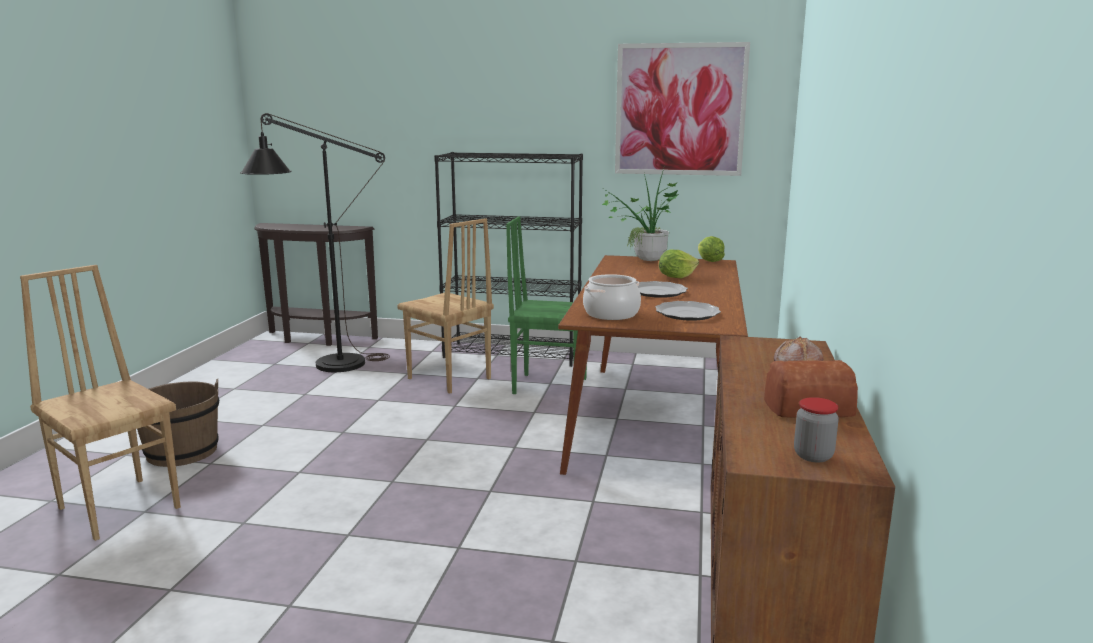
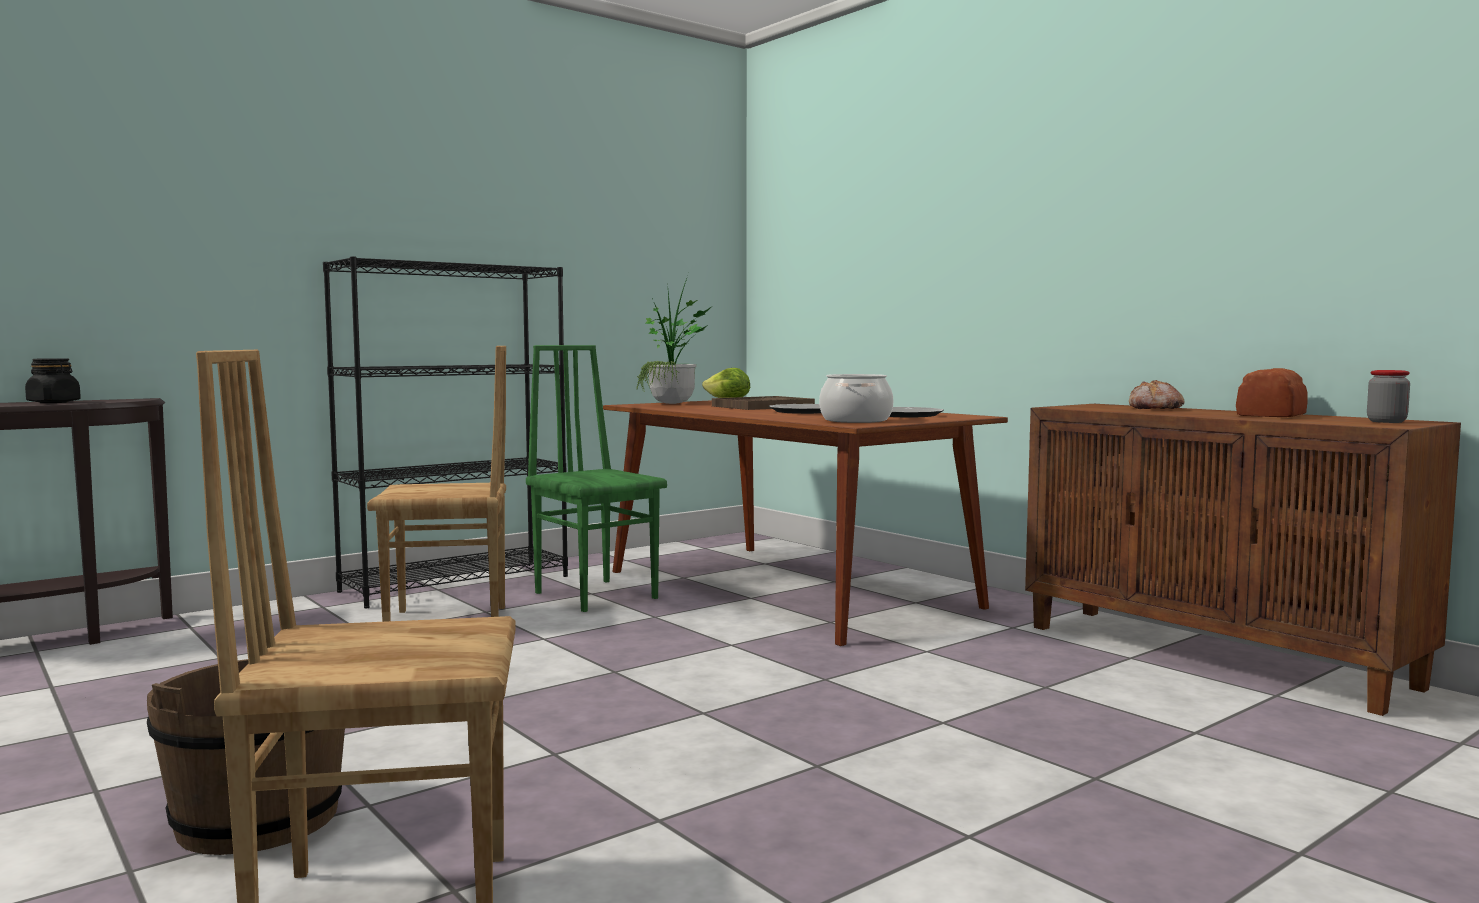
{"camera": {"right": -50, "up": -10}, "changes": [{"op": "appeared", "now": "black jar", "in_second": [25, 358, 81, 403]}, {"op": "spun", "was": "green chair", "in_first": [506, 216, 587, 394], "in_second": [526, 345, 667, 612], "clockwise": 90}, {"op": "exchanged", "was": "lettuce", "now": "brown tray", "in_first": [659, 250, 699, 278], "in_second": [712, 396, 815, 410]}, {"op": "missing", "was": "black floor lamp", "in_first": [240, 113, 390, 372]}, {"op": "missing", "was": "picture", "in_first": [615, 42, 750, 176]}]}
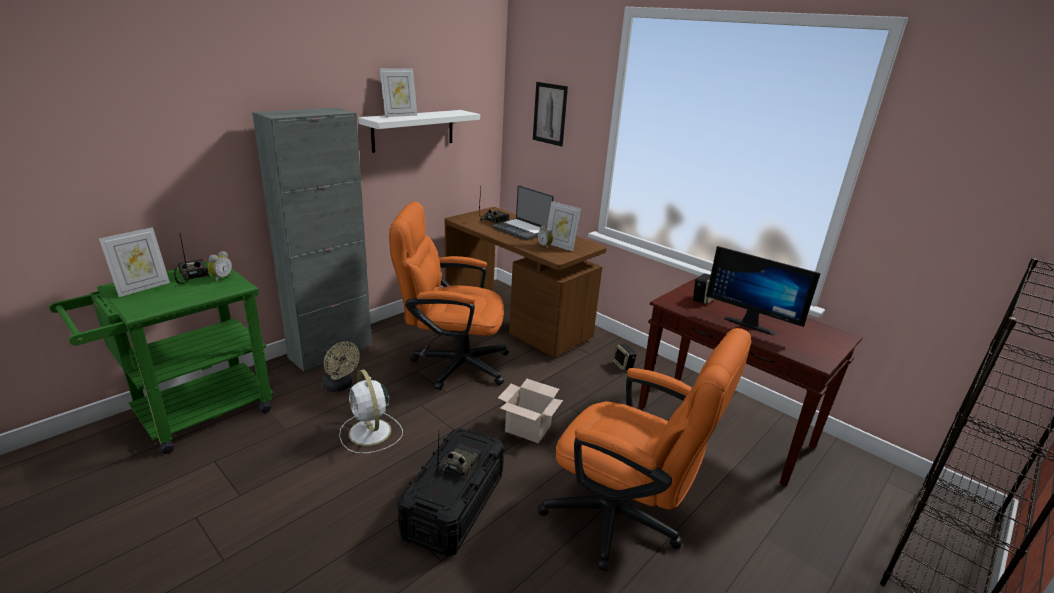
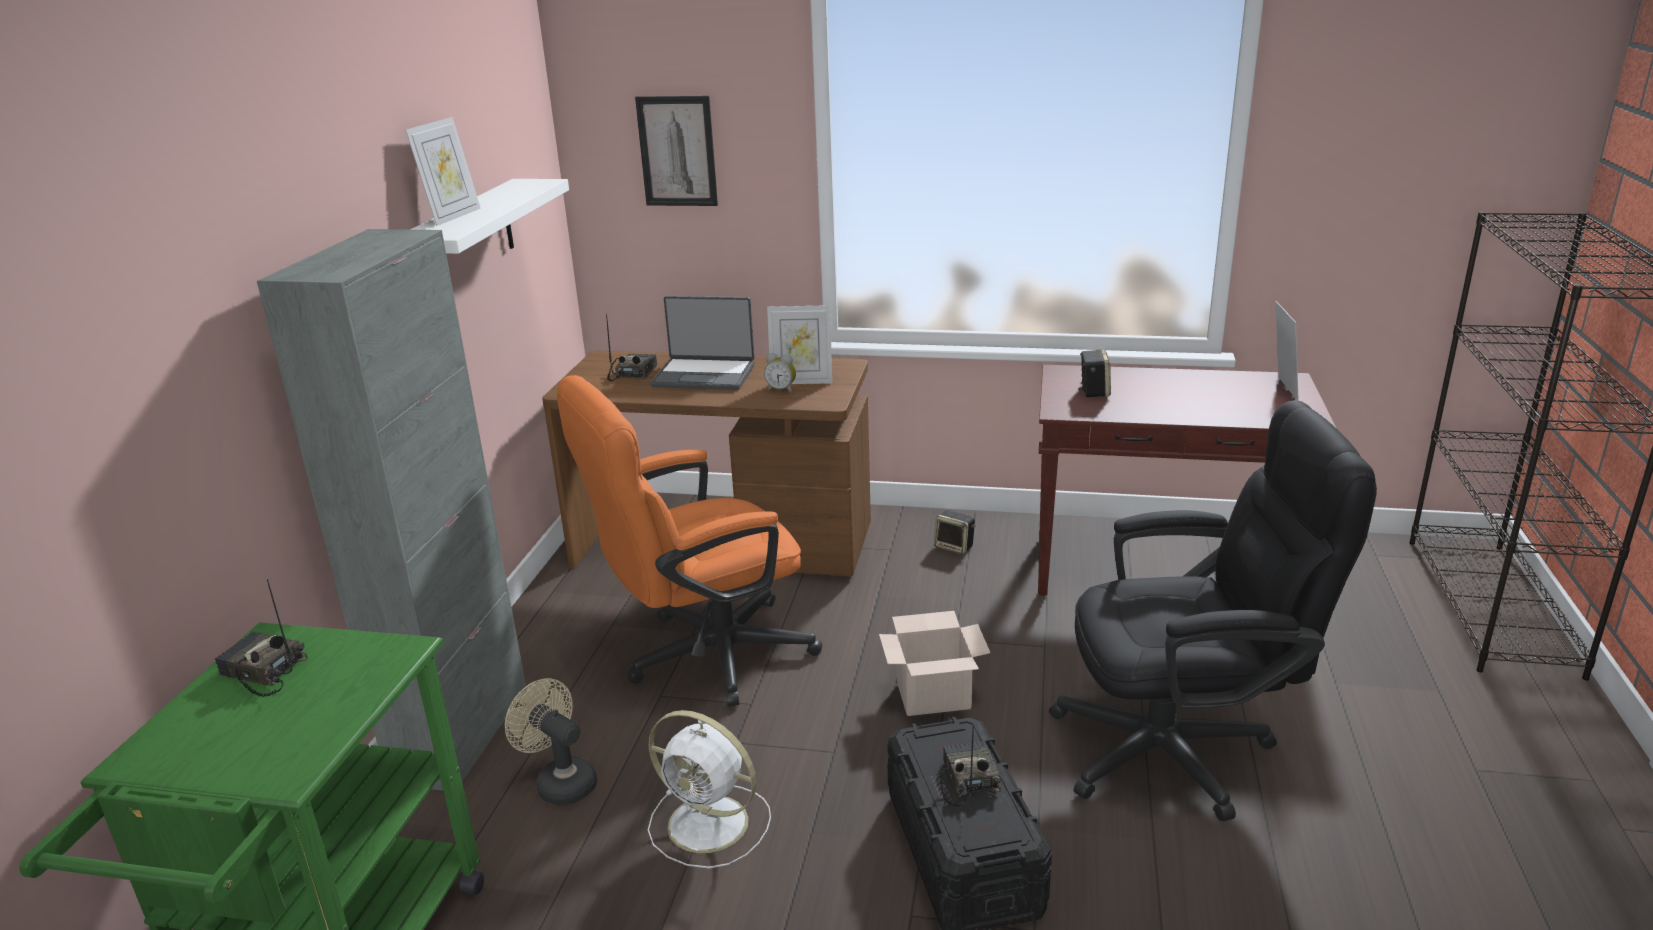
{"camera": {"right": -30, "up": 0}, "changes": [{"op": "spun", "was": "beige fan", "in_first": [322, 341, 360, 392], "in_second": [505, 678, 597, 806], "clockwise": -150}, {"op": "colour", "was": "orange office chair", "now": "black office chair", "in_first": [538, 328, 751, 572], "in_second": [1049, 400, 1377, 821]}, {"op": "relocated", "was": "picture frame", "in_first": [99, 227, 170, 297], "in_second": [1276, 301, 1299, 401]}, {"op": "missing", "was": "alarm clock", "in_first": [208, 251, 232, 282]}, {"op": "missing", "was": "monitor", "in_first": [706, 246, 821, 336]}]}
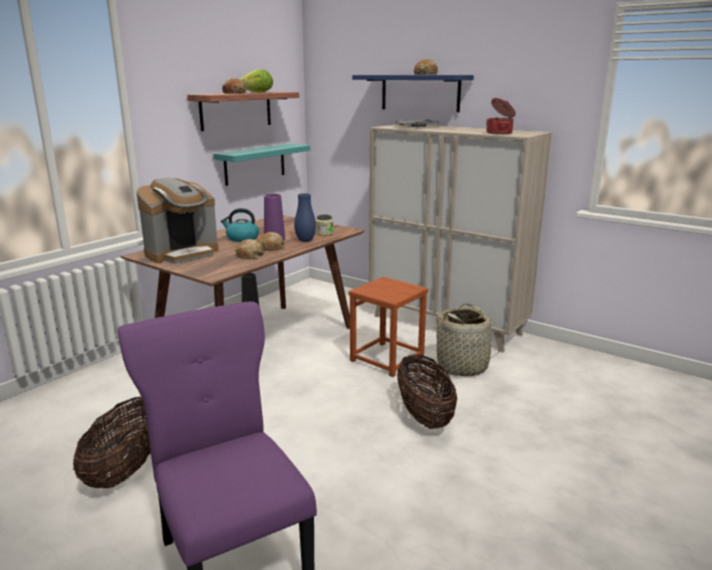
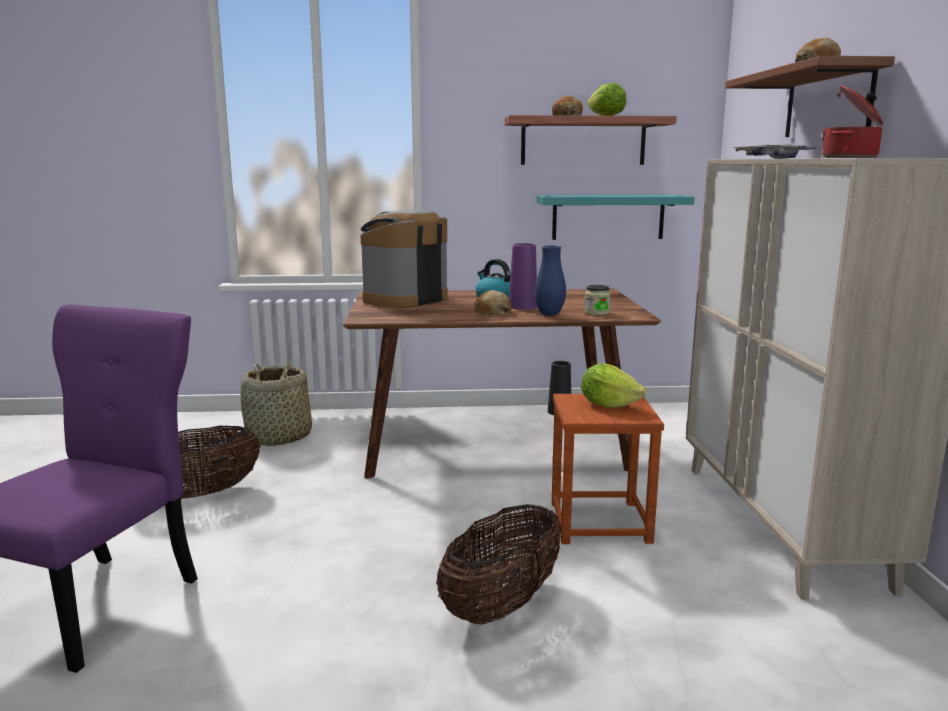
{"camera": {"right": 50, "up": -5}, "changes": [{"op": "relocated", "was": "basket", "in_first": [430, 303, 503, 376], "in_second": [241, 362, 312, 446]}, {"op": "spun", "was": "coffee machine", "in_first": [136, 178, 219, 264], "in_second": [360, 210, 448, 308], "clockwise": 120}, {"op": "appeared", "now": "lettuce", "in_second": [581, 363, 646, 408]}, {"op": "colour", "was": "blue shelf", "now": "brown shelf", "in_first": [352, 75, 474, 112], "in_second": [725, 56, 895, 137]}, {"op": "missing", "was": "bread", "in_first": [235, 239, 264, 259]}]}
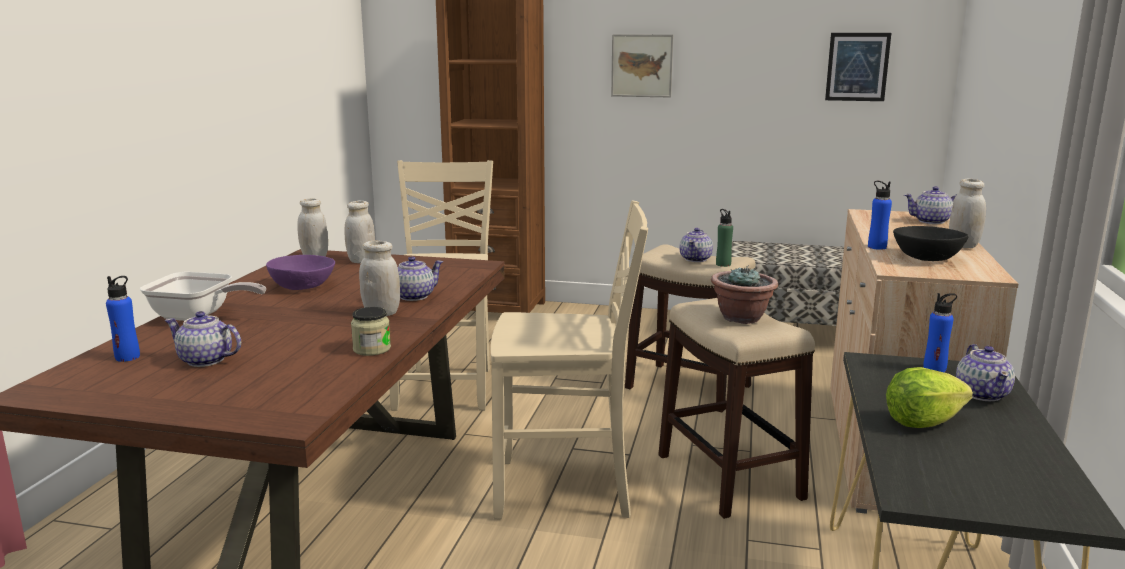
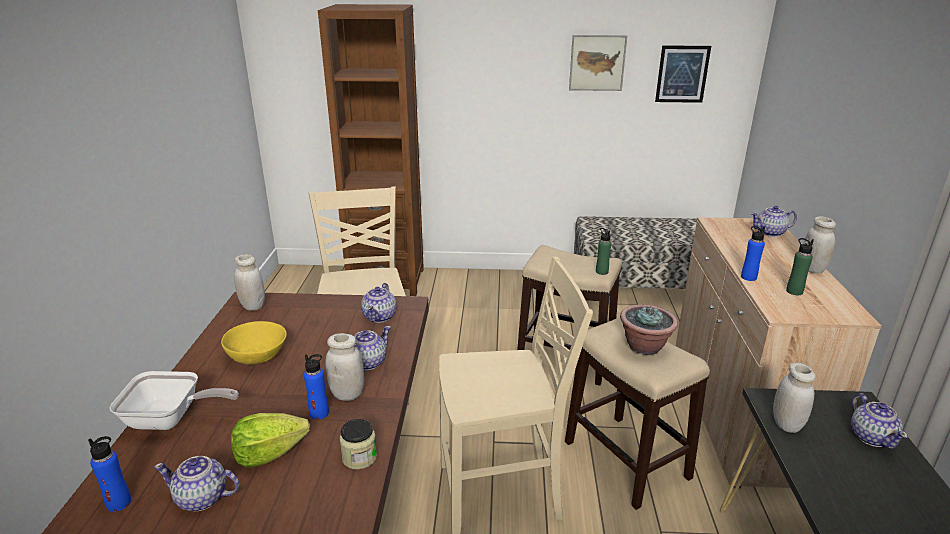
{"camera": {"right": -10, "up": 10}, "changes": [{"op": "colour", "was": "purple bowl", "now": "yellow bowl", "in_first": [266, 255, 335, 290], "in_second": [221, 321, 287, 365]}, {"op": "relocated", "was": "lettuce", "in_first": [886, 367, 973, 428], "in_second": [231, 413, 310, 468]}, {"op": "relocated", "was": "blue bottle", "in_first": [923, 293, 957, 372], "in_second": [304, 354, 329, 420]}, {"op": "relocated", "was": "teapot", "in_first": [679, 228, 713, 262], "in_second": [361, 283, 396, 323]}, {"op": "relocated", "was": "picture", "in_first": [611, 34, 673, 97], "in_second": [569, 35, 627, 91]}, {"op": "relocated", "was": "white jar", "in_first": [344, 201, 375, 263], "in_second": [773, 363, 816, 433]}, {"op": "exchanged", "was": "black bowl", "now": "green bottle", "in_first": [893, 226, 968, 261], "in_second": [786, 238, 814, 295]}]}
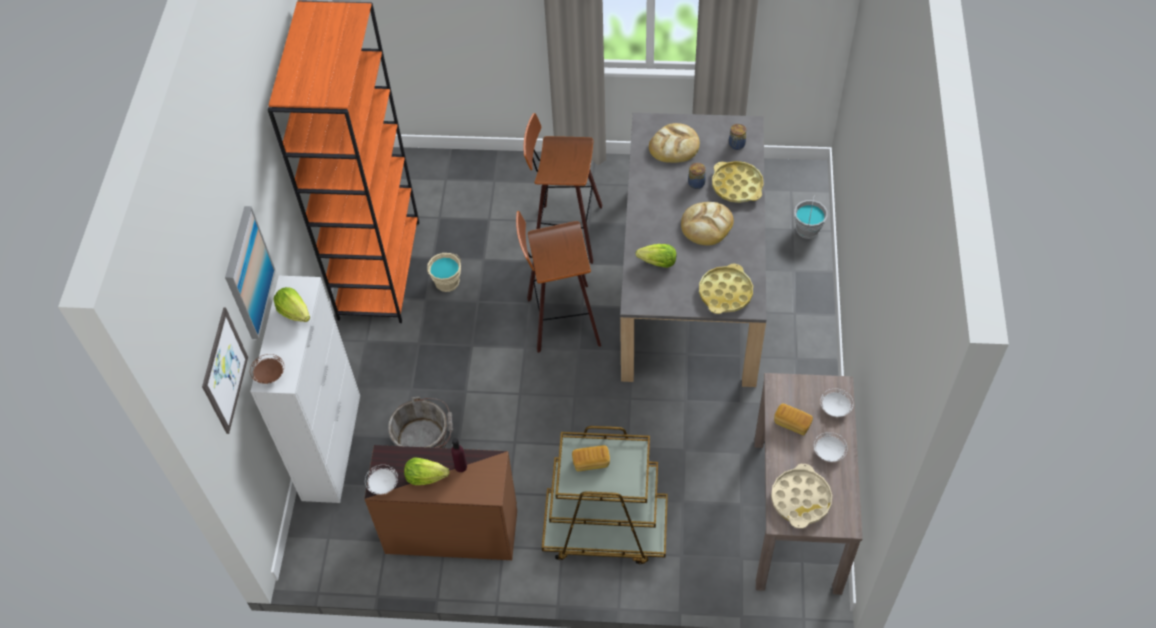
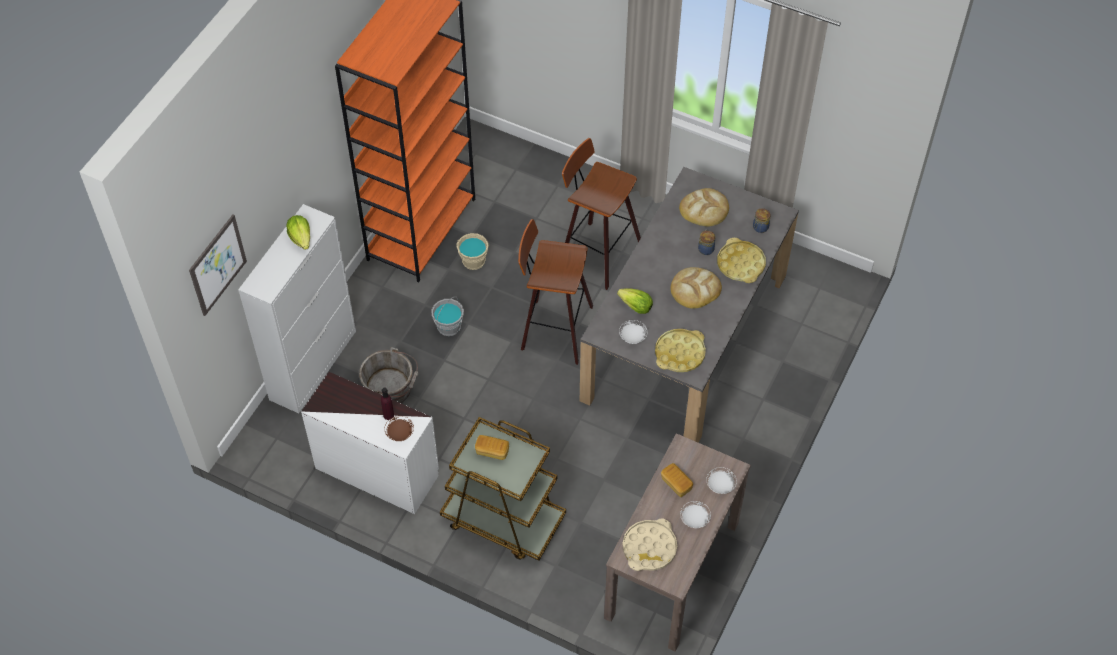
{"camera": {"right": 20, "up": 0}, "changes": [{"op": "colour", "was": "brown dresser", "now": "white dresser", "in_first": [364, 445, 517, 560], "in_second": [301, 372, 439, 514]}, {"op": "relocated", "was": "brown plate", "in_first": [250, 354, 284, 384], "in_second": [384, 416, 414, 441]}, {"op": "relocated", "was": "grey bucket", "in_first": [794, 195, 828, 239], "in_second": [431, 297, 464, 336]}, {"op": "relocated", "was": "white plate", "in_first": [365, 465, 398, 495], "in_second": [619, 320, 647, 344]}, {"op": "missing", "was": "picture", "in_first": [225, 206, 276, 339]}, {"op": "missing", "was": "lettuce", "in_first": [404, 458, 450, 485]}]}
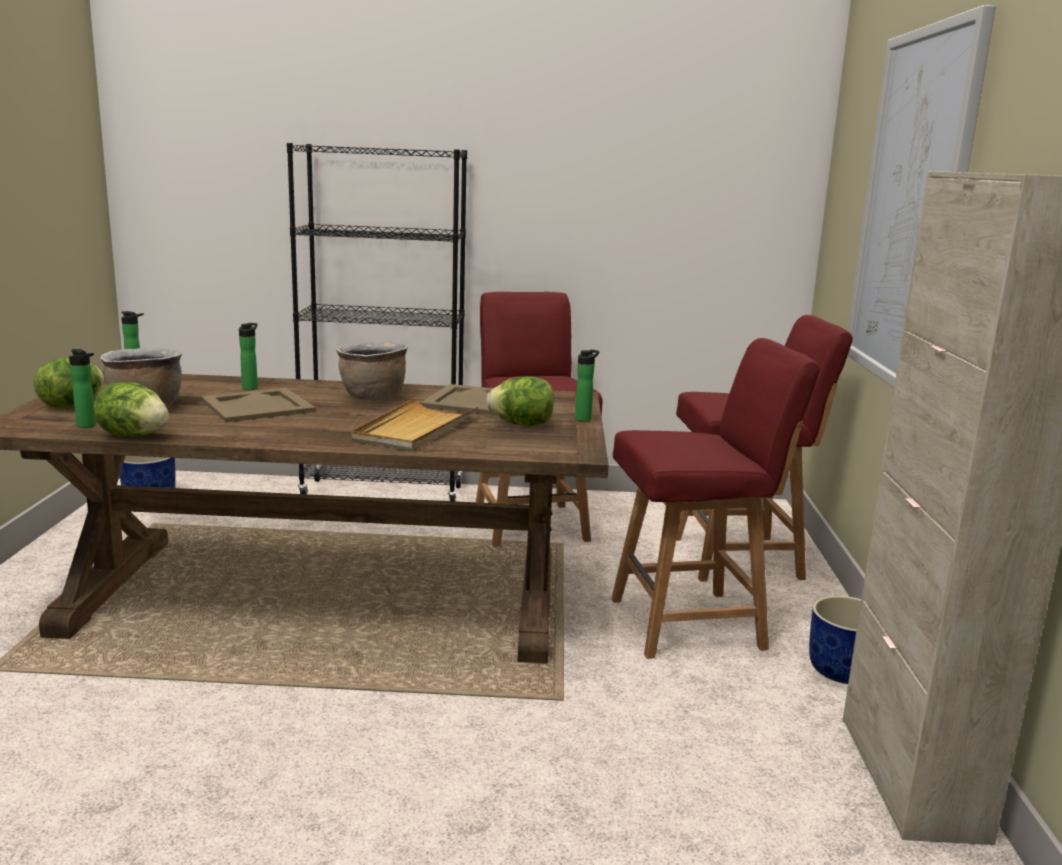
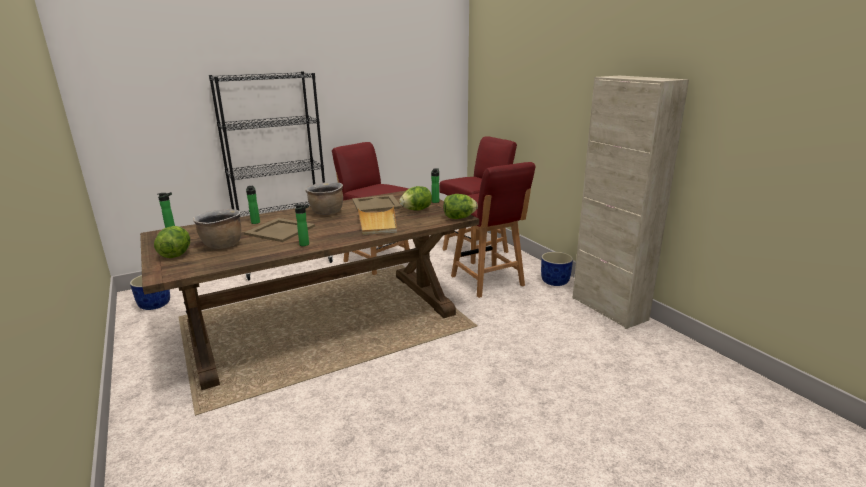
{"camera": {"right": -30, "up": 5}, "changes": [{"op": "relocated", "was": "bottle", "in_first": [69, 349, 96, 428], "in_second": [295, 204, 309, 246]}, {"op": "relocated", "was": "lettuce", "in_first": [94, 382, 169, 437], "in_second": [443, 194, 478, 219]}, {"op": "spun", "was": "red chair", "in_first": [611, 338, 820, 659], "in_second": [451, 162, 536, 298], "clockwise": 105}, {"op": "missing", "was": "picture", "in_first": [848, 5, 996, 388]}]}
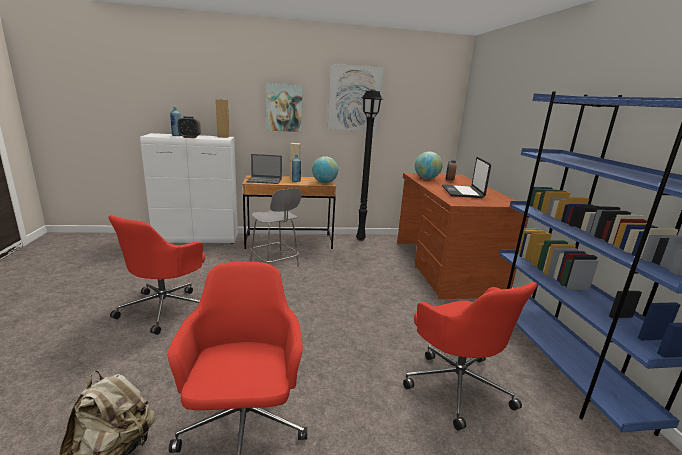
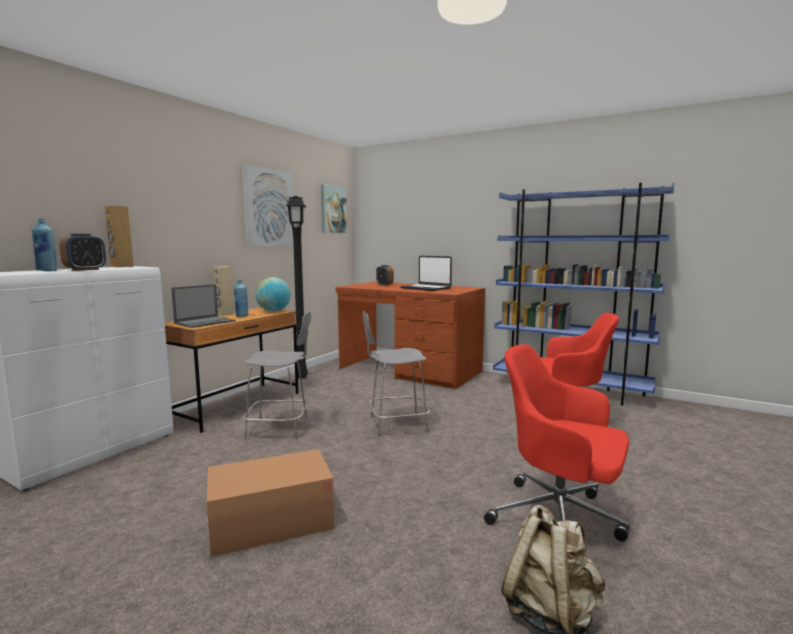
{"camera": {"right": -50, "up": -10}, "changes": [{"op": "exchanged", "was": "red office chair", "now": "cardboard box", "in_first": [108, 215, 205, 335], "in_second": [207, 449, 334, 557]}, {"op": "relocated", "was": "picture", "in_first": [266, 83, 303, 132], "in_second": [321, 184, 347, 233]}, {"op": "appeared", "now": "grey chair", "in_second": [363, 311, 430, 437]}, {"op": "missing", "was": "globe", "in_first": [415, 152, 443, 179]}]}
